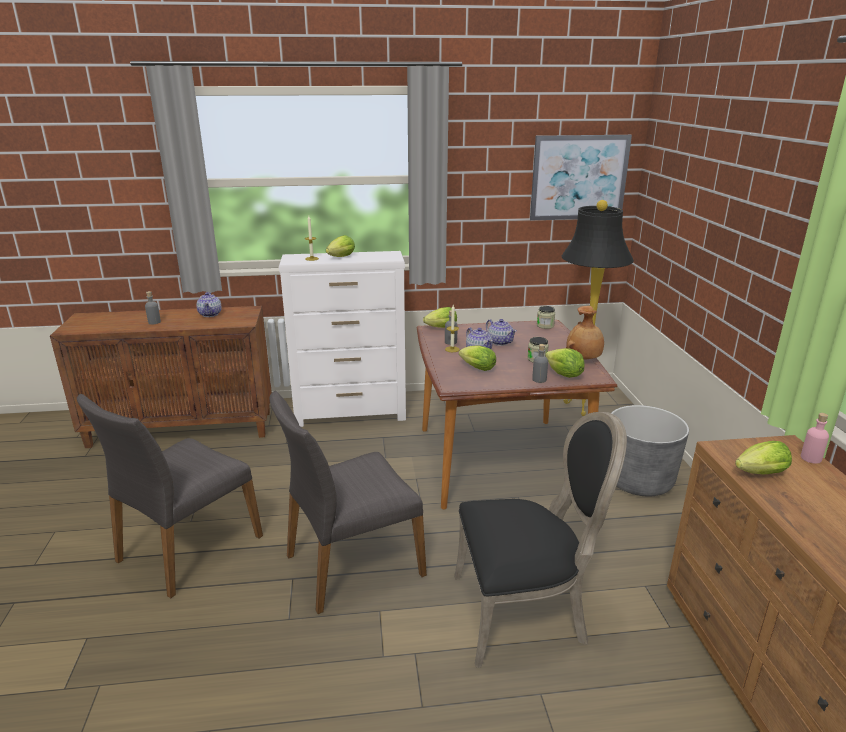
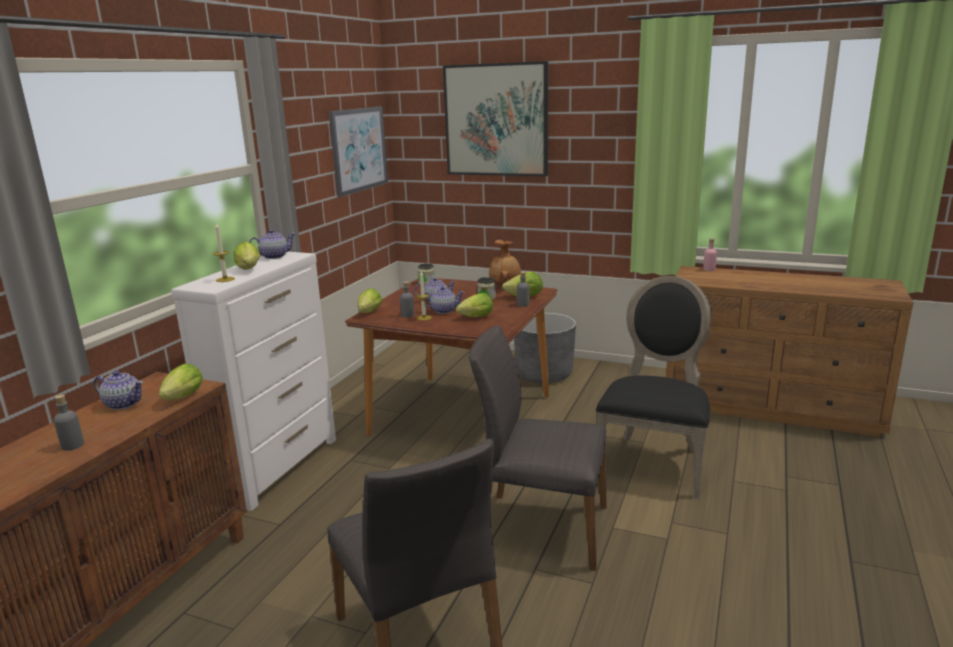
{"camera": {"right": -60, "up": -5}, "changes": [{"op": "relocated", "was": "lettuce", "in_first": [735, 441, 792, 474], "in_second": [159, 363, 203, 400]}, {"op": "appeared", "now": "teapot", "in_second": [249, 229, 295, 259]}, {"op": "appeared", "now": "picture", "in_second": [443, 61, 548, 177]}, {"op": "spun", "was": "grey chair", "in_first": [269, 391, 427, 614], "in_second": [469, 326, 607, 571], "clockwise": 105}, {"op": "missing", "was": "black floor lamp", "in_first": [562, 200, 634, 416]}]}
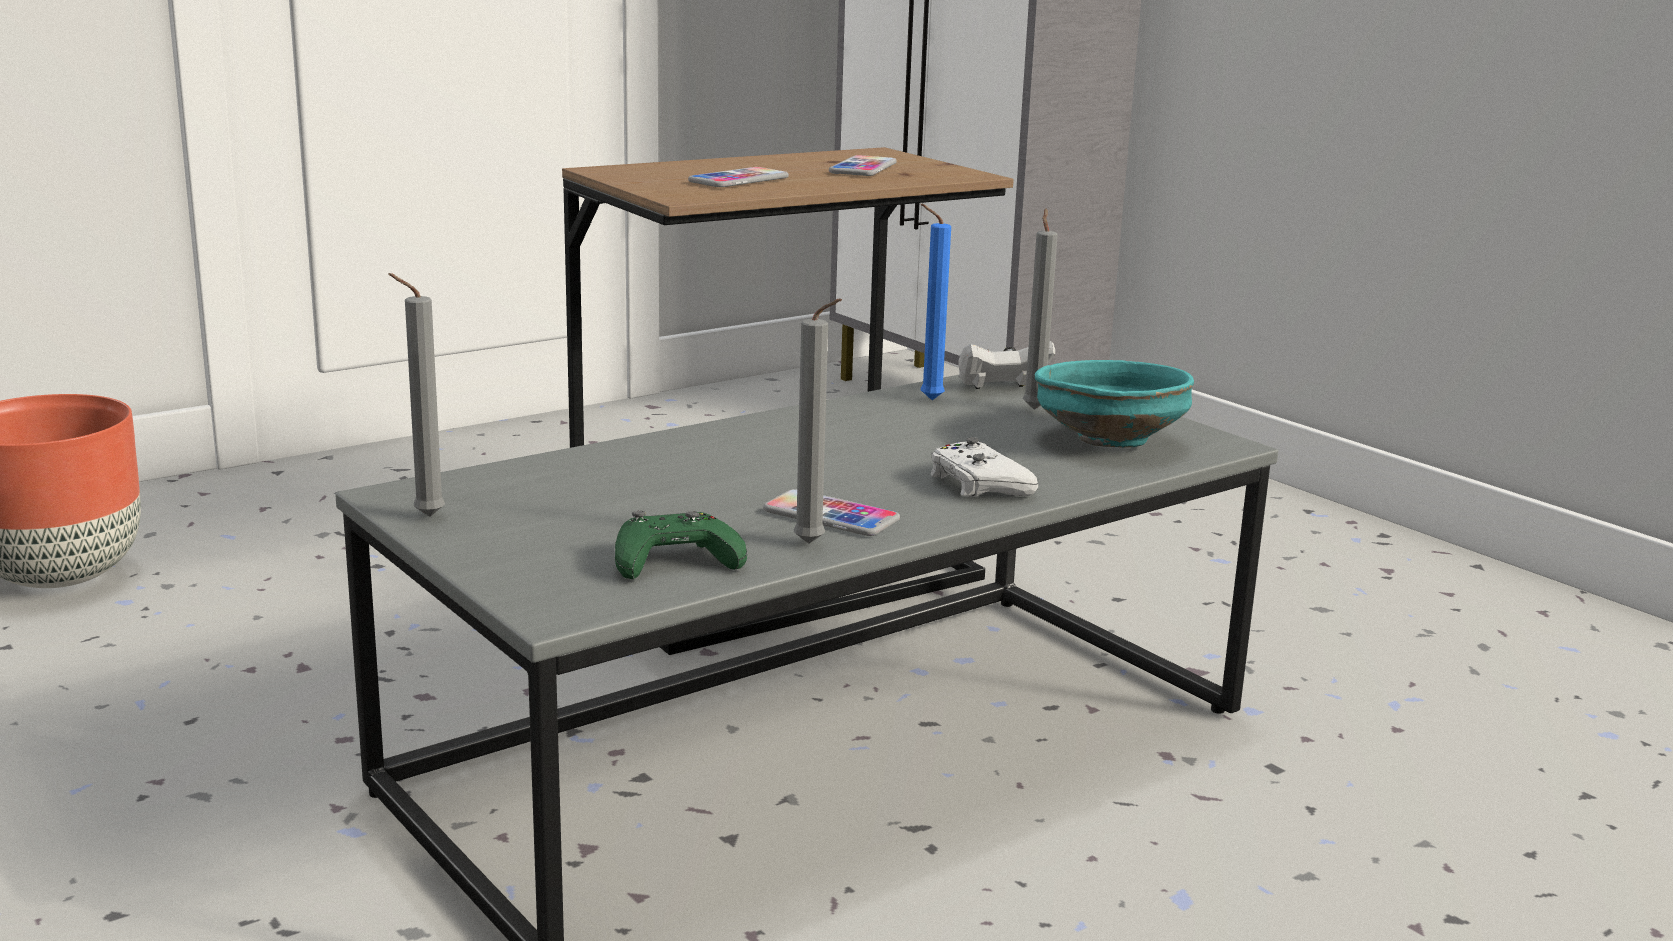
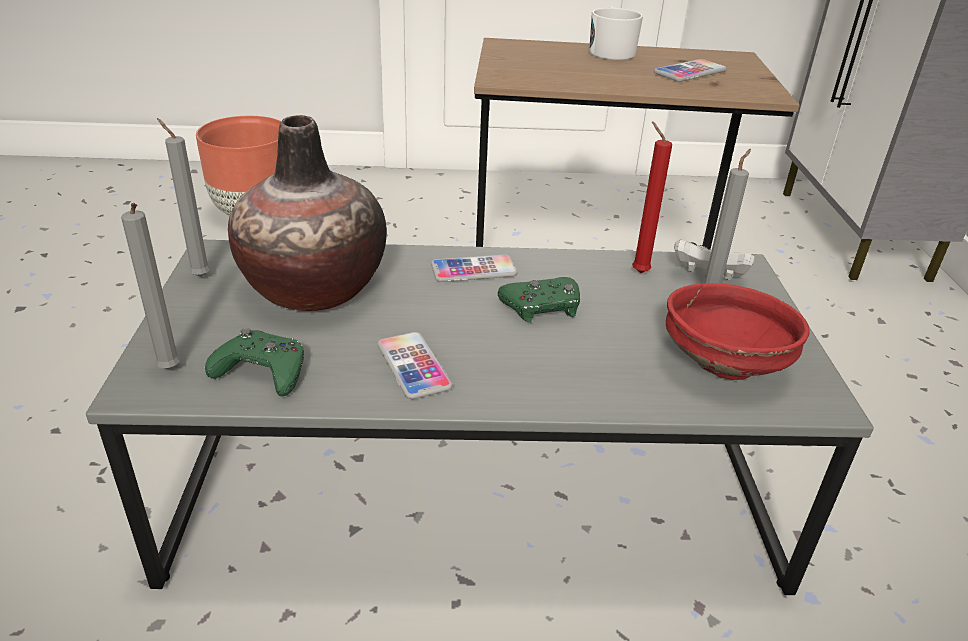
{"camera": {"right": 35, "up": 15}, "changes": [{"op": "relocated", "was": "grey candle", "in_first": [793, 299, 842, 544], "in_second": [121, 203, 180, 369]}, {"op": "appeared", "now": "vase", "in_second": [228, 115, 387, 311]}, {"op": "relocated", "was": "phone", "in_first": [688, 167, 789, 187], "in_second": [431, 254, 517, 282]}, {"op": "appeared", "now": "green game controller", "in_second": [498, 277, 580, 323]}, {"op": "appeared", "now": "white mug", "in_second": [589, 6, 643, 60]}, {"op": "colour", "was": "blue candle", "now": "red candle", "in_first": [921, 204, 951, 400], "in_second": [632, 121, 672, 273]}, {"op": "colour", "was": "turquoise bowl", "now": "red bowl", "in_first": [1035, 360, 1194, 448], "in_second": [666, 283, 810, 380]}, {"op": "missing", "was": "white game controller", "in_first": [930, 437, 1038, 497]}]}
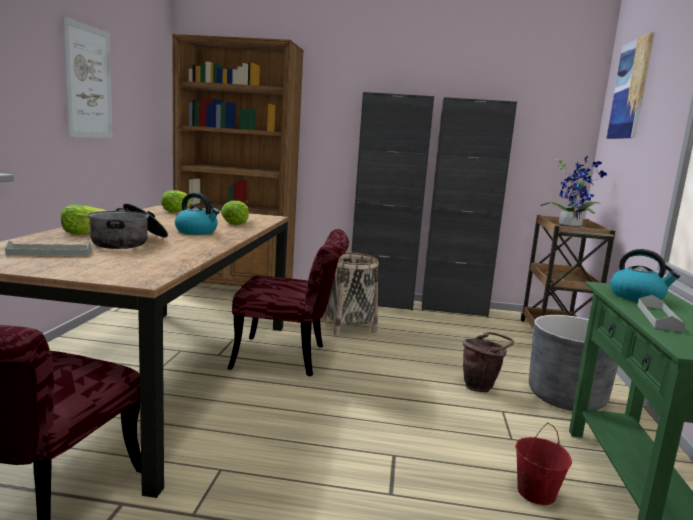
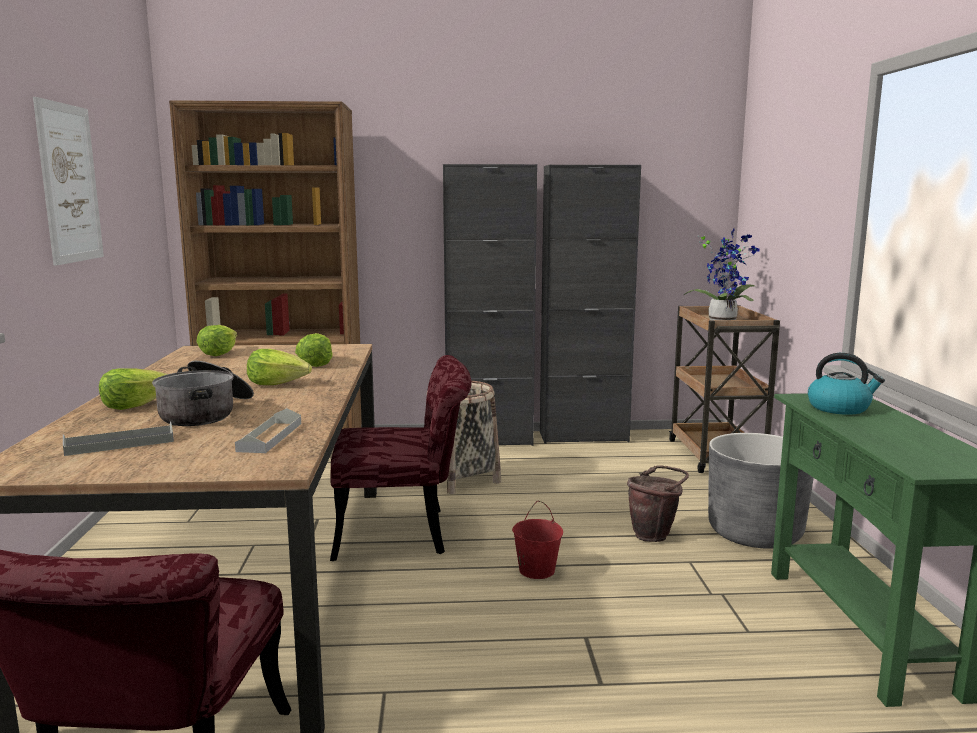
{"camera": {"right": -10, "up": 0}, "changes": [{"op": "relocated", "was": "grey tray", "in_first": [637, 295, 686, 332], "in_second": [235, 408, 301, 453]}, {"op": "exchanged", "was": "kettle", "now": "lettuce", "in_first": [175, 193, 220, 235], "in_second": [247, 349, 312, 385]}, {"op": "relocated", "was": "red bucket", "in_first": [515, 423, 572, 505], "in_second": [512, 501, 563, 579]}, {"op": "missing", "was": "picture", "in_first": [606, 32, 655, 139]}]}
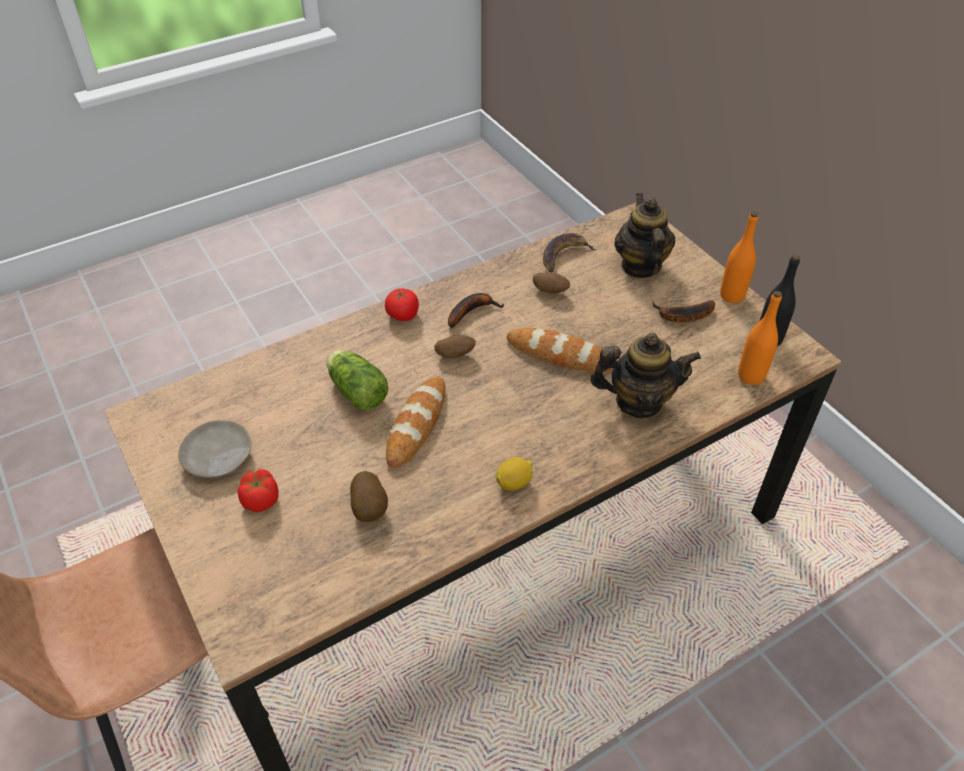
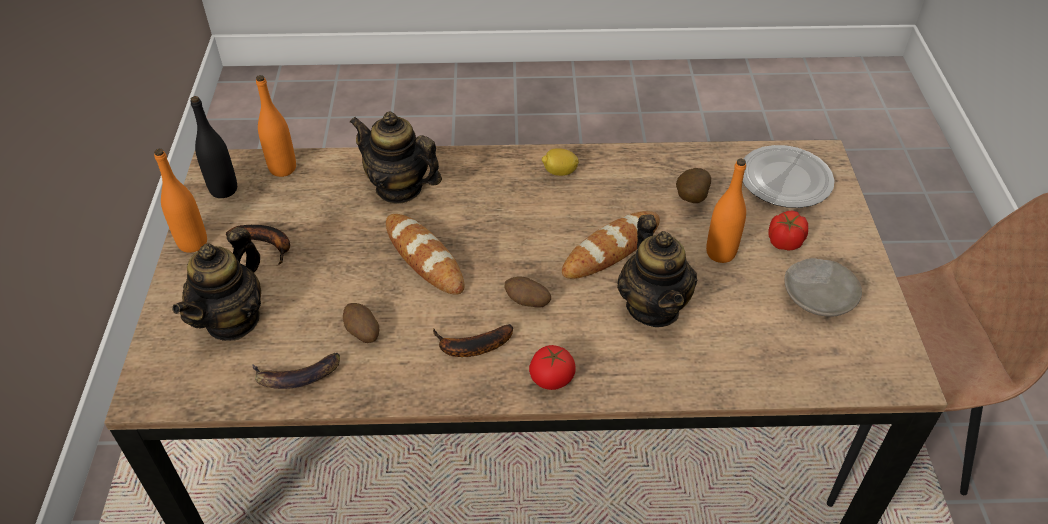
{"camera": {"right": -150, "up": 0}, "changes": [{"op": "exchanged", "was": "lettuce", "now": "teapot", "in_first": [327, 350, 389, 411], "in_second": [617, 214, 697, 327]}, {"op": "appeared", "now": "orange bottle", "in_second": [706, 159, 746, 263]}, {"op": "appeared", "now": "plate", "in_second": [743, 145, 835, 208]}]}
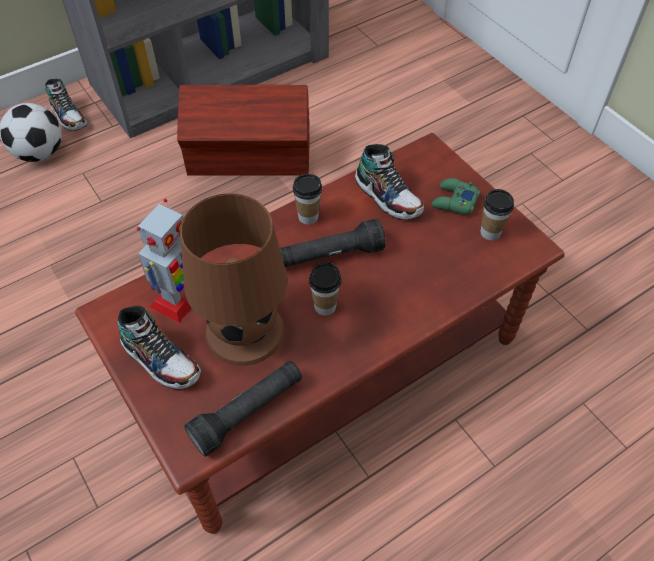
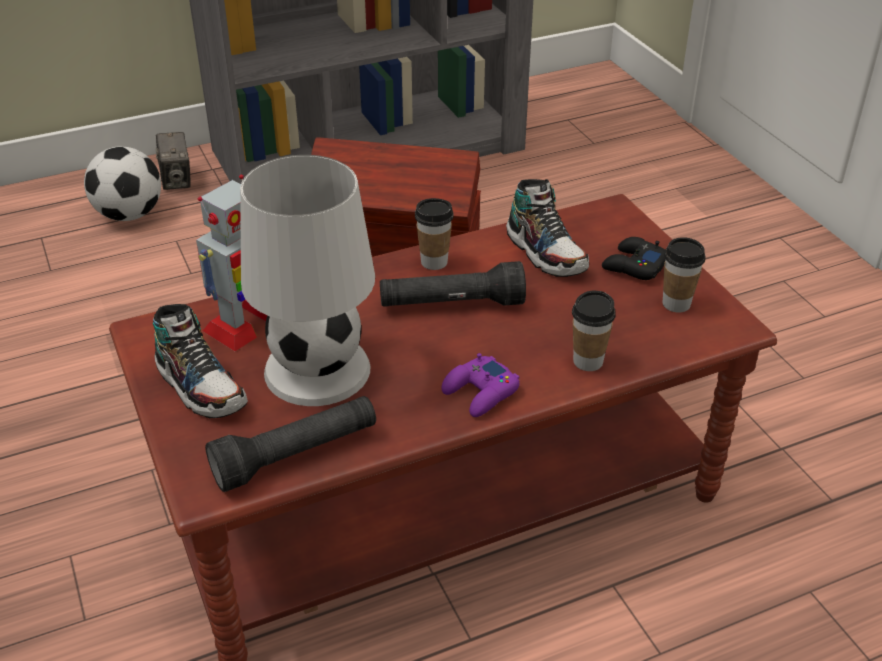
{"camera": {"right": 10, "up": -15}, "changes": [{"op": "exchanged", "was": "shoe", "now": "photo camera", "in_first": [45, 79, 88, 131], "in_second": [155, 132, 191, 190]}, {"op": "colour", "was": "brown table lamp", "now": "white table lamp", "in_first": [180, 194, 287, 366], "in_second": [240, 155, 375, 406]}, {"op": "appeared", "now": "purple game controller", "in_second": [441, 353, 520, 417]}, {"op": "relocated", "was": "cup", "in_first": [309, 262, 341, 316], "in_second": [572, 291, 616, 371]}, {"op": "colour", "was": "green game controller", "now": "black game controller", "in_first": [431, 178, 480, 215], "in_second": [602, 237, 666, 280]}]}
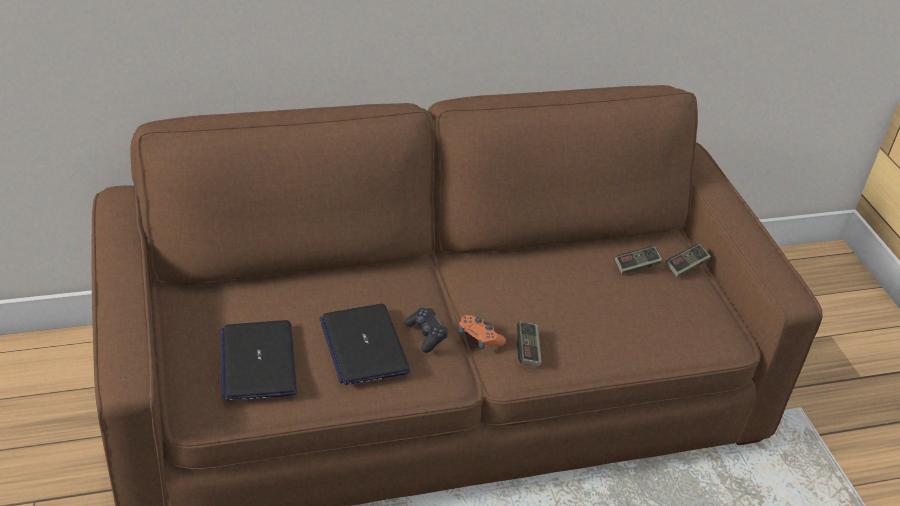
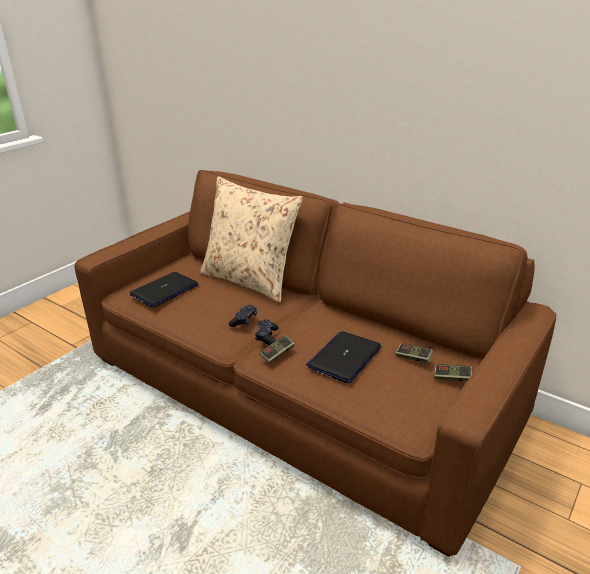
{"camera": {"right": 55, "up": -10}, "changes": [{"op": "appeared", "now": "beige pillow", "in_second": [200, 177, 303, 302]}, {"op": "colour", "was": "orange game controller", "now": "black game controller", "in_first": [458, 315, 506, 349], "in_second": [255, 320, 279, 346]}, {"op": "relocated", "was": "laptop", "in_first": [319, 304, 410, 385], "in_second": [306, 331, 382, 383]}]}
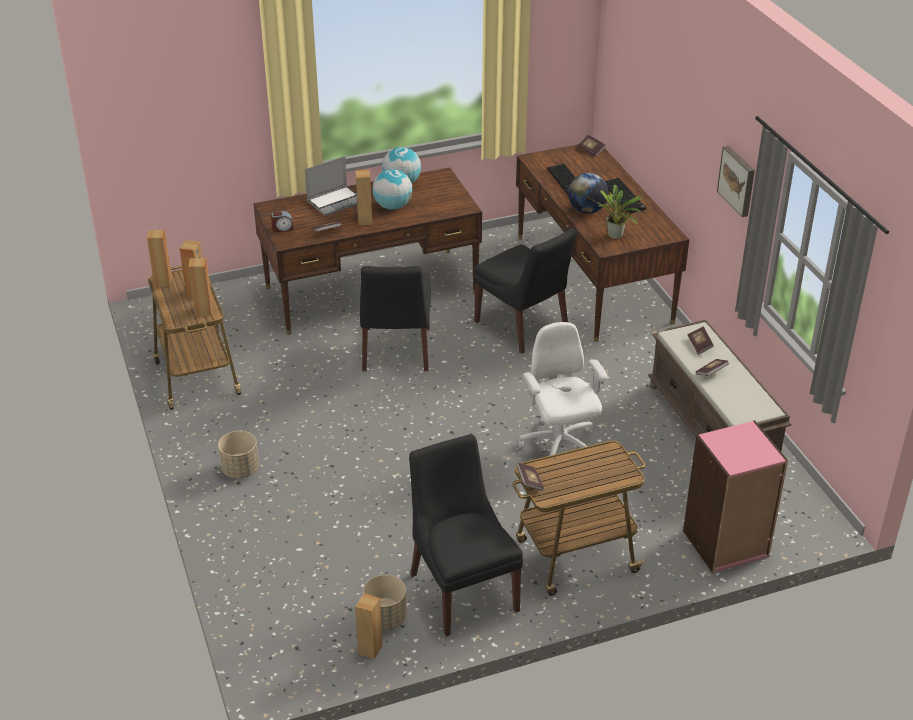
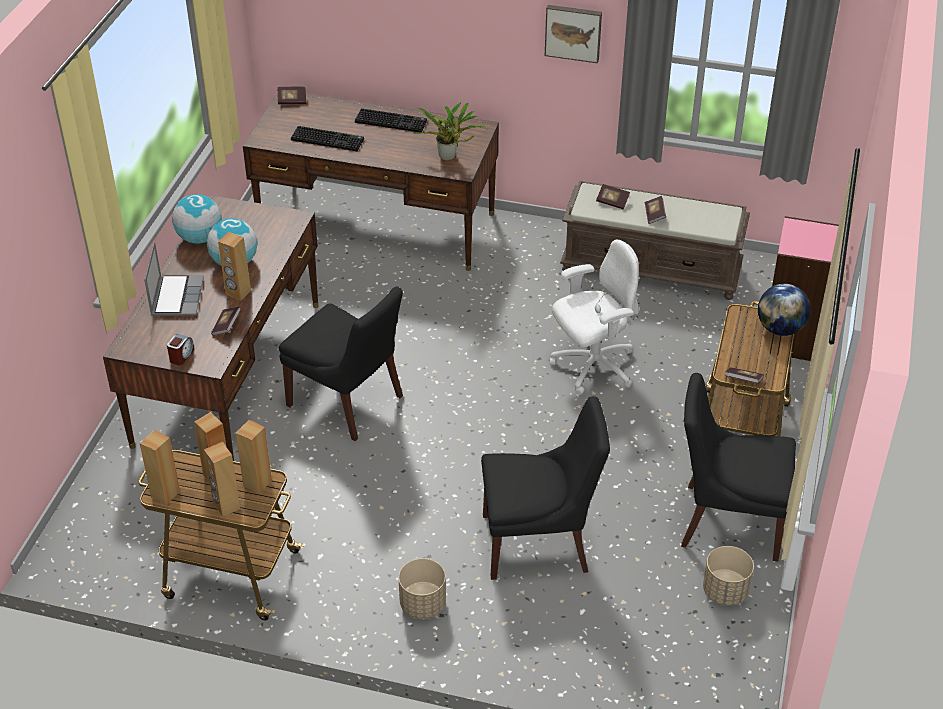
{"camera": {"right": -55, "up": 5}, "changes": [{"op": "relocated", "was": "brown speaker", "in_first": [355, 593, 383, 659], "in_second": [204, 442, 241, 517]}, {"op": "relocated", "was": "black chair", "in_first": [474, 228, 577, 354], "in_second": [481, 396, 610, 580]}, {"op": "spun", "was": "white office chair", "in_first": [518, 322, 608, 456], "in_second": [550, 239, 639, 395], "clockwise": 135}, {"op": "relocated", "was": "globe", "in_first": [568, 173, 609, 214], "in_second": [758, 284, 811, 336]}]}
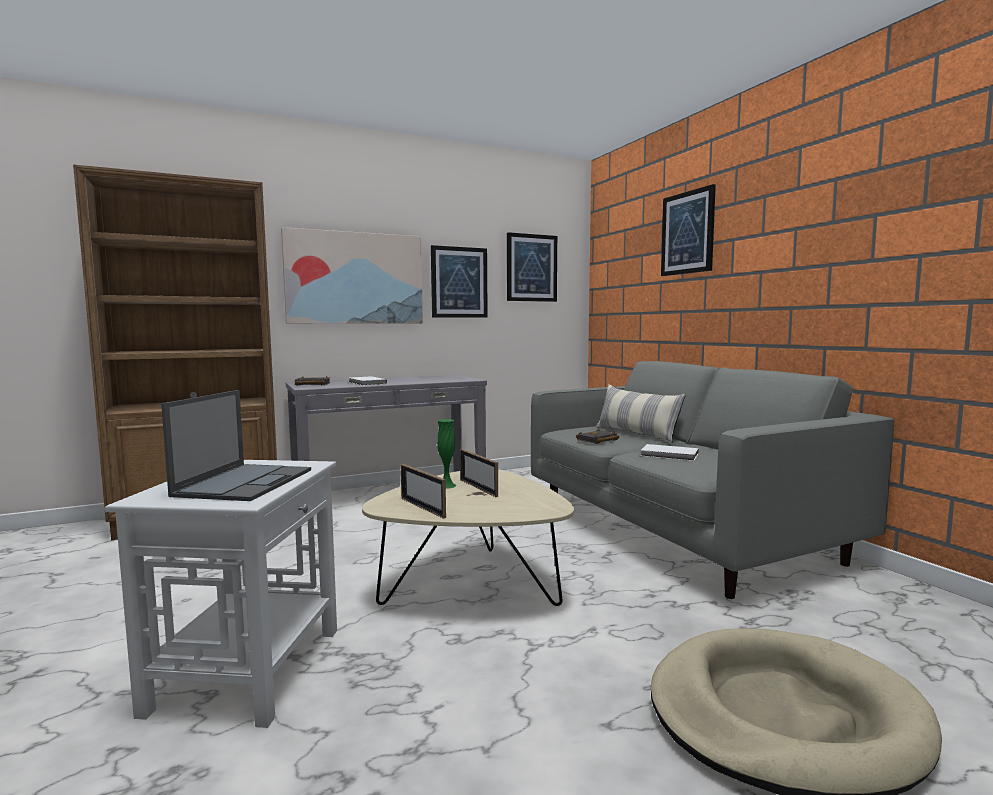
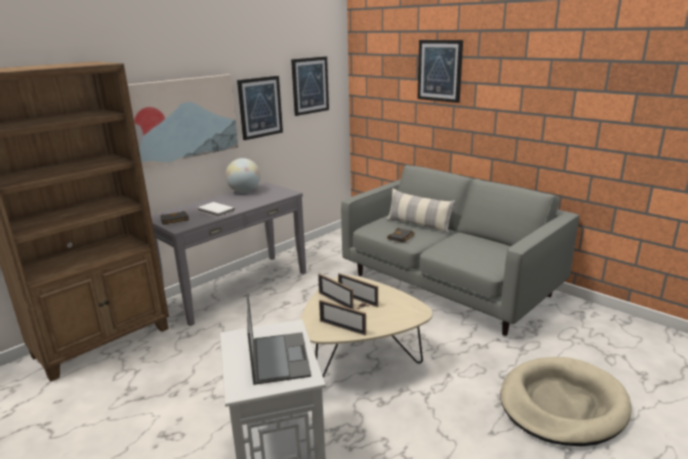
{"camera": {"right": -20, "up": 15}, "changes": [{"op": "appeared", "now": "globe", "in_second": [225, 158, 261, 193]}, {"op": "exchanged", "was": "green vase", "now": "picture frame", "in_first": [437, 419, 456, 488], "in_second": [318, 274, 353, 309]}, {"op": "missing", "was": "white book", "in_first": [641, 444, 699, 461]}]}
